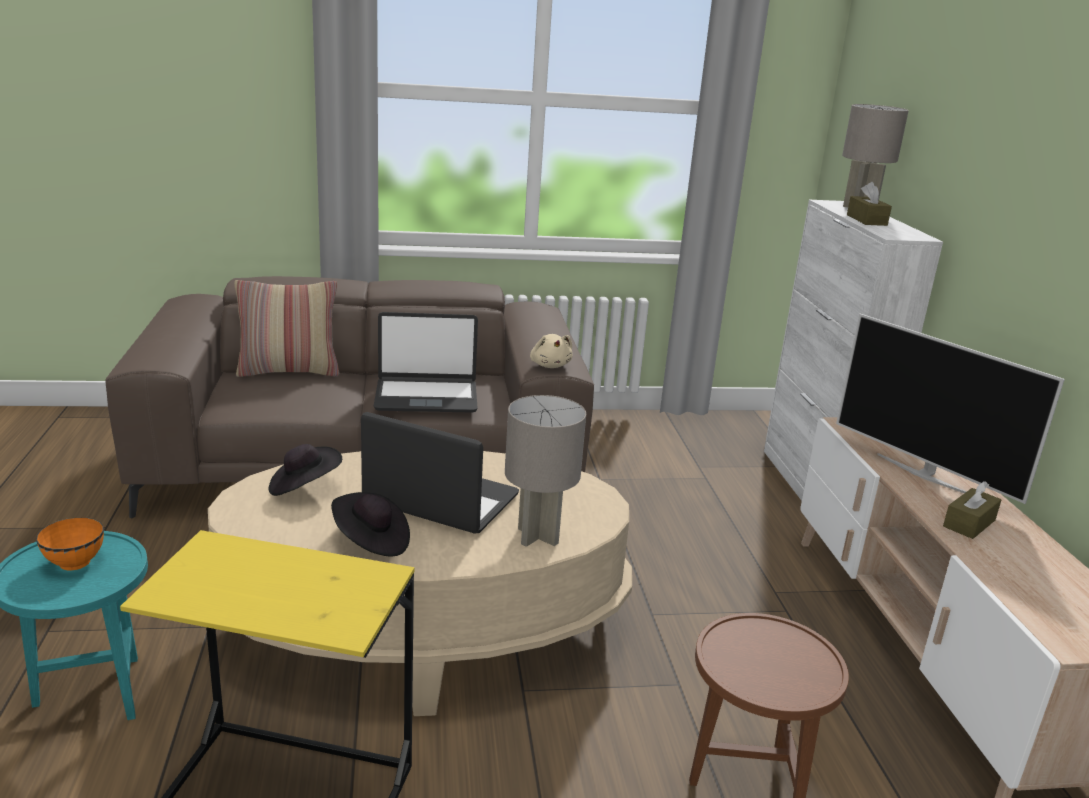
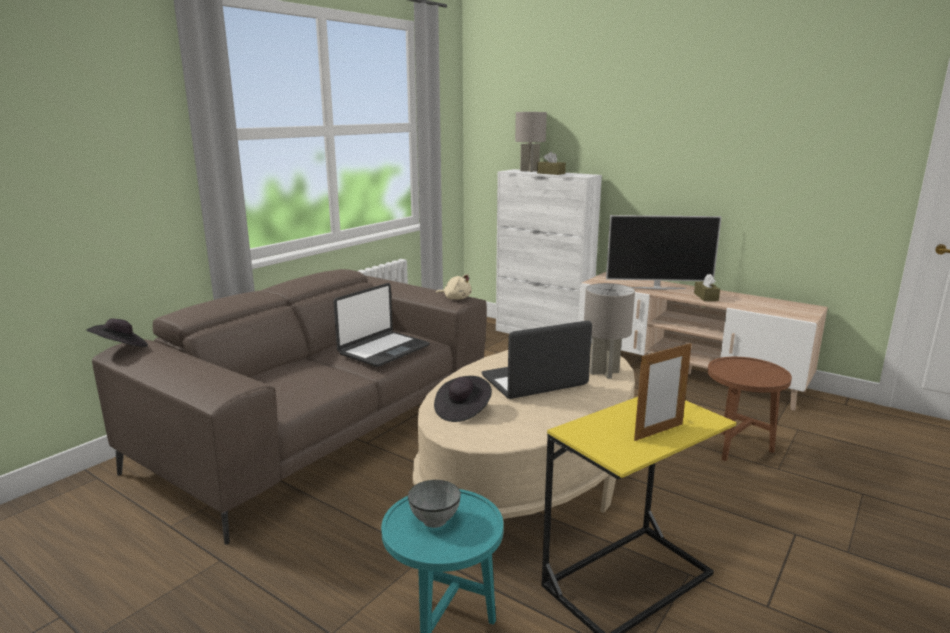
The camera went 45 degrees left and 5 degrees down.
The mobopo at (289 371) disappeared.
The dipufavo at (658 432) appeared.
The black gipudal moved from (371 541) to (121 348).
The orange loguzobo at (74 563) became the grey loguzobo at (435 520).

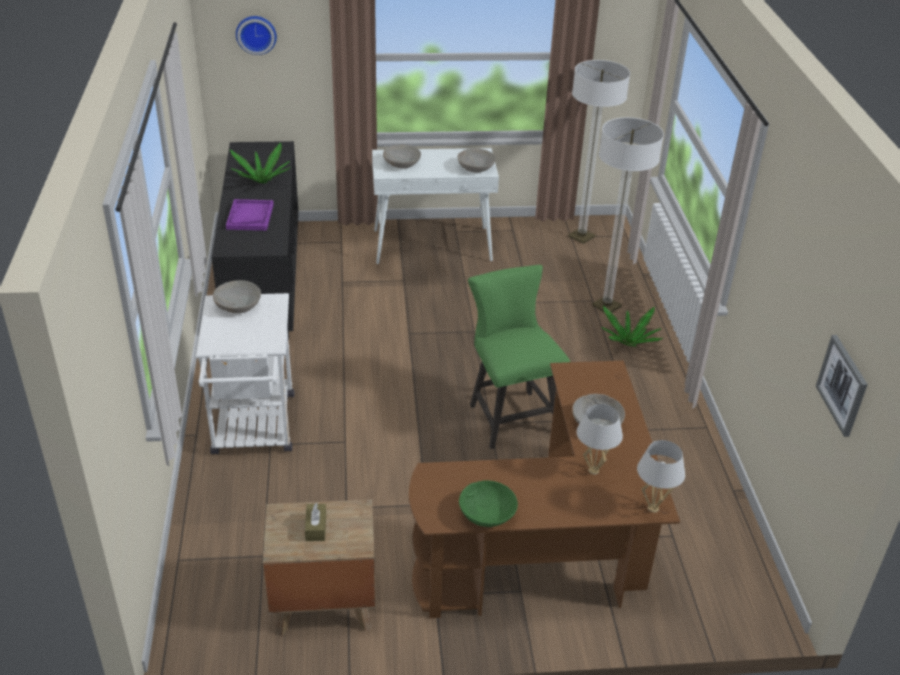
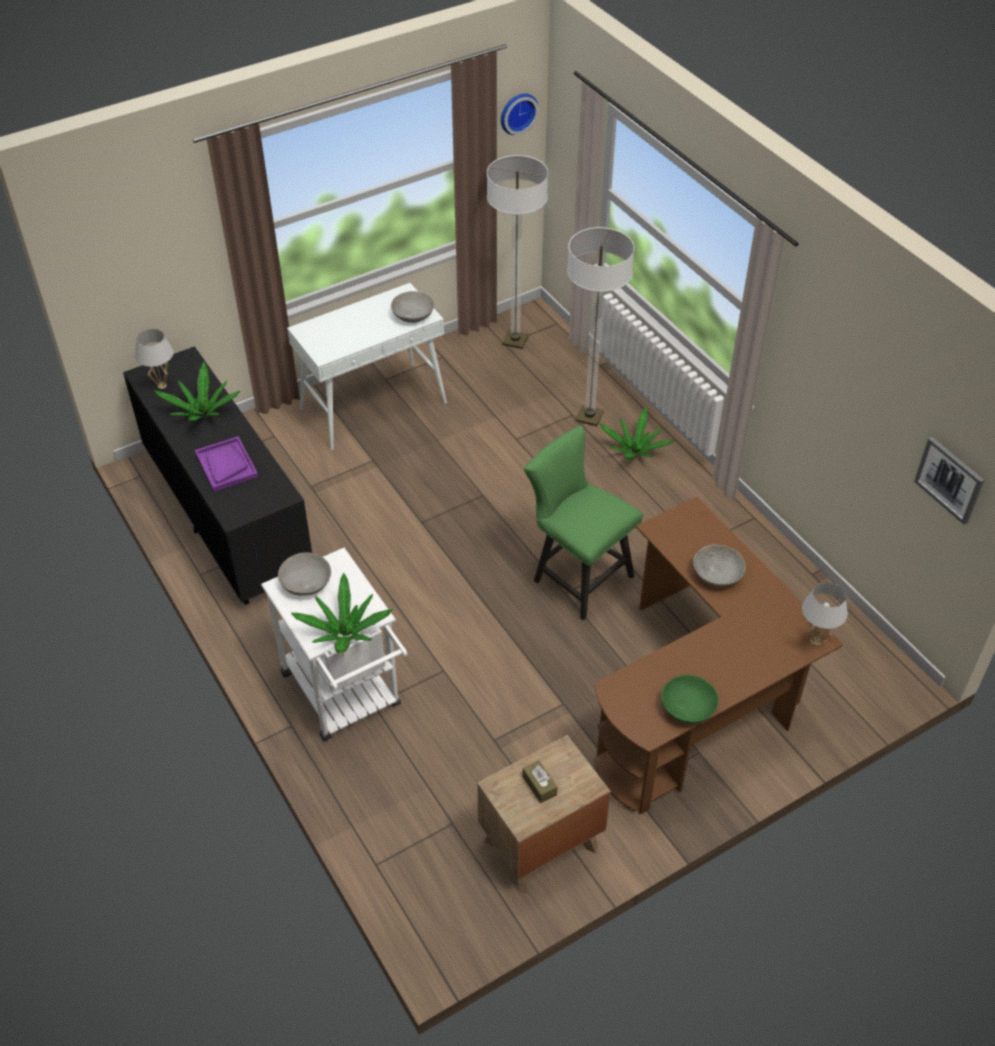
The camera went 25 degrees left and 10 degrees up.
The grey loguzobo at (402 164) disappeared.
The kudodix at (345 633) appeared.
The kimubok moved from (256 34) to (517 112).
The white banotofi moved from (593 471) to (162 386).

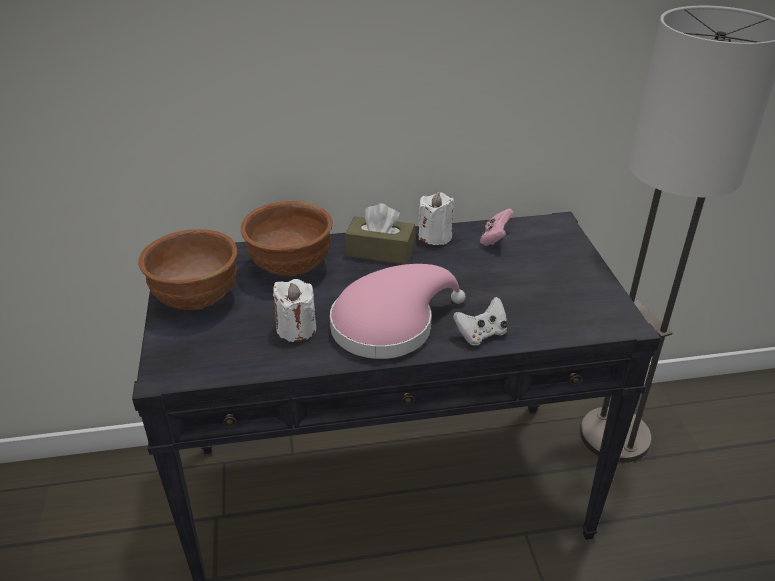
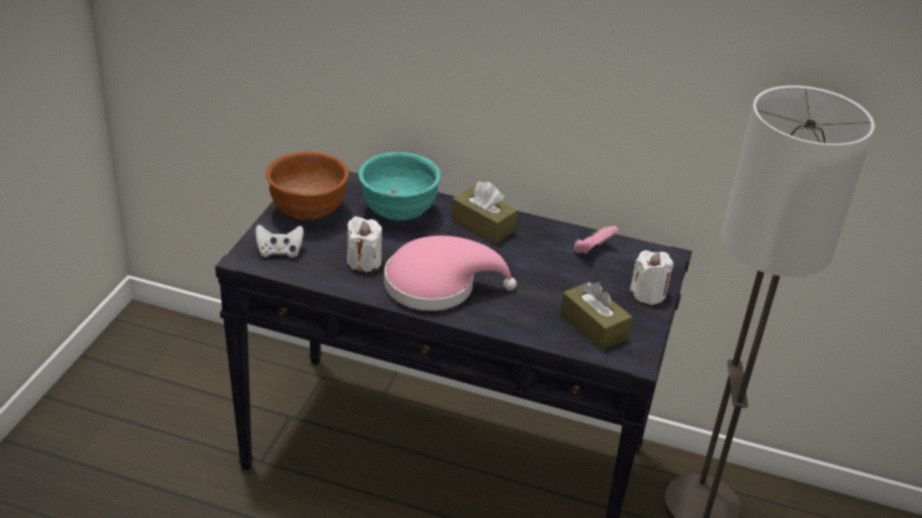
The camera went 25 degrees right and 0 degrees up.
The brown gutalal at (593 326) appeared.
The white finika moved from (435 236) to (648 294).
The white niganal moved from (481 334) to (279 252).
The brown loguzobo at (289 268) became the turquoise loguzobo at (397 212).

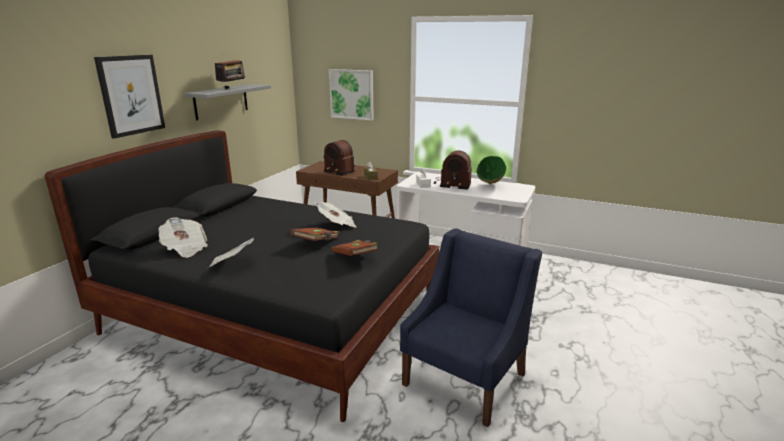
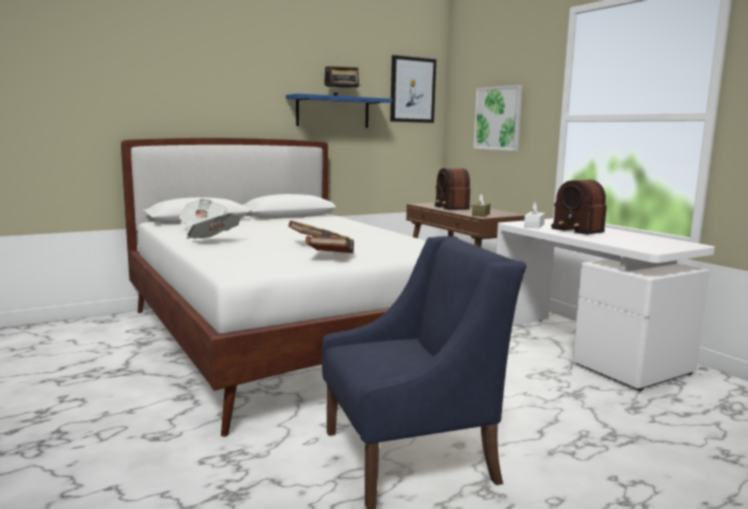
The camera went 35 degrees right and 10 degrees down.
The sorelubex at (337 225) disappeared.
The green loguzobo at (490 186) disappeared.
The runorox moved from (131 95) to (412 90).
The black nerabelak at (275 315) became the white nerabelak at (288 339).
The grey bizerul at (221 101) became the blue bizerul at (333 112).

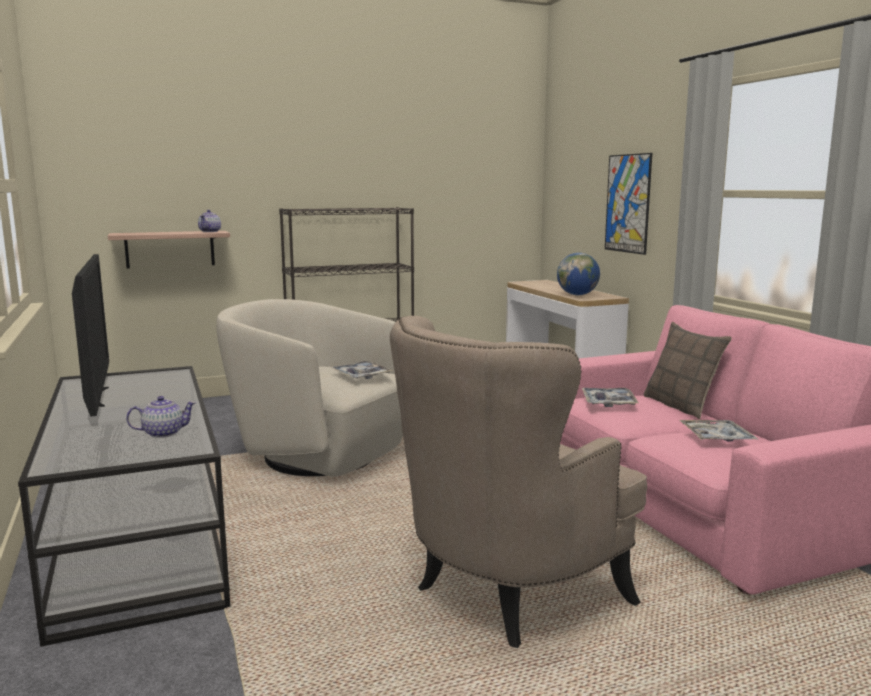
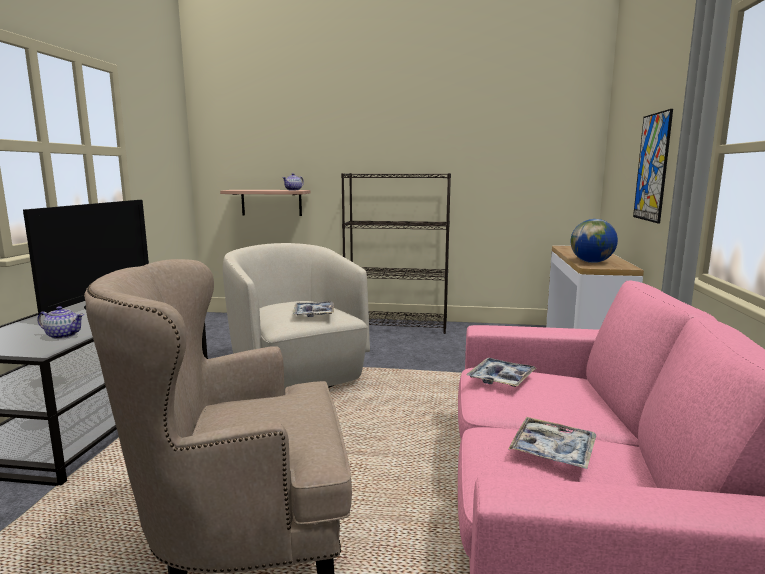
The camera went 30 degrees right and 0 degrees up.
The mobopo at (681 406) disappeared.

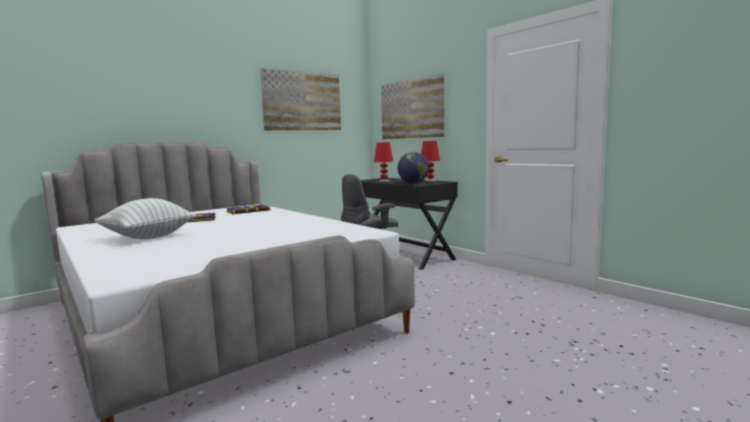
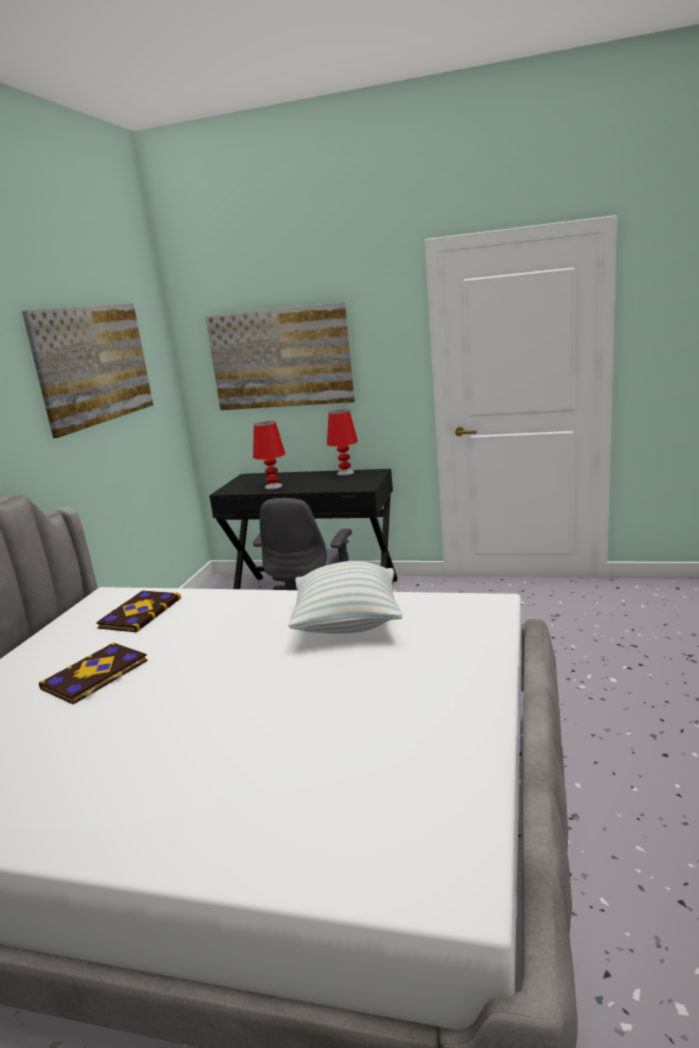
The camera went 35 degrees left and 10 degrees up.
The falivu at (413 183) disappeared.
The mobopo moved from (148 237) to (348 624).

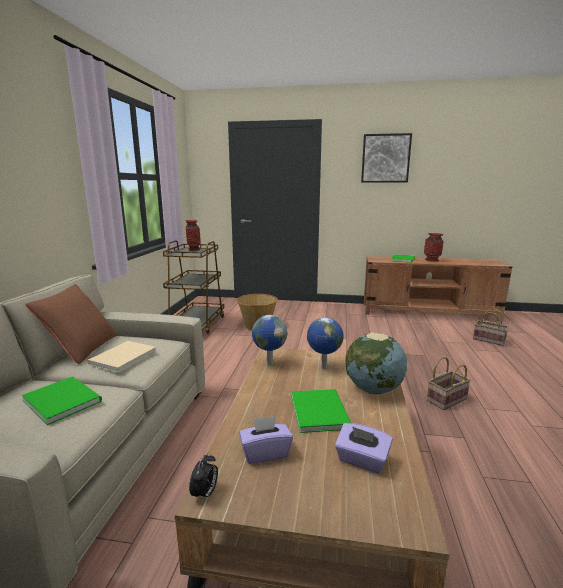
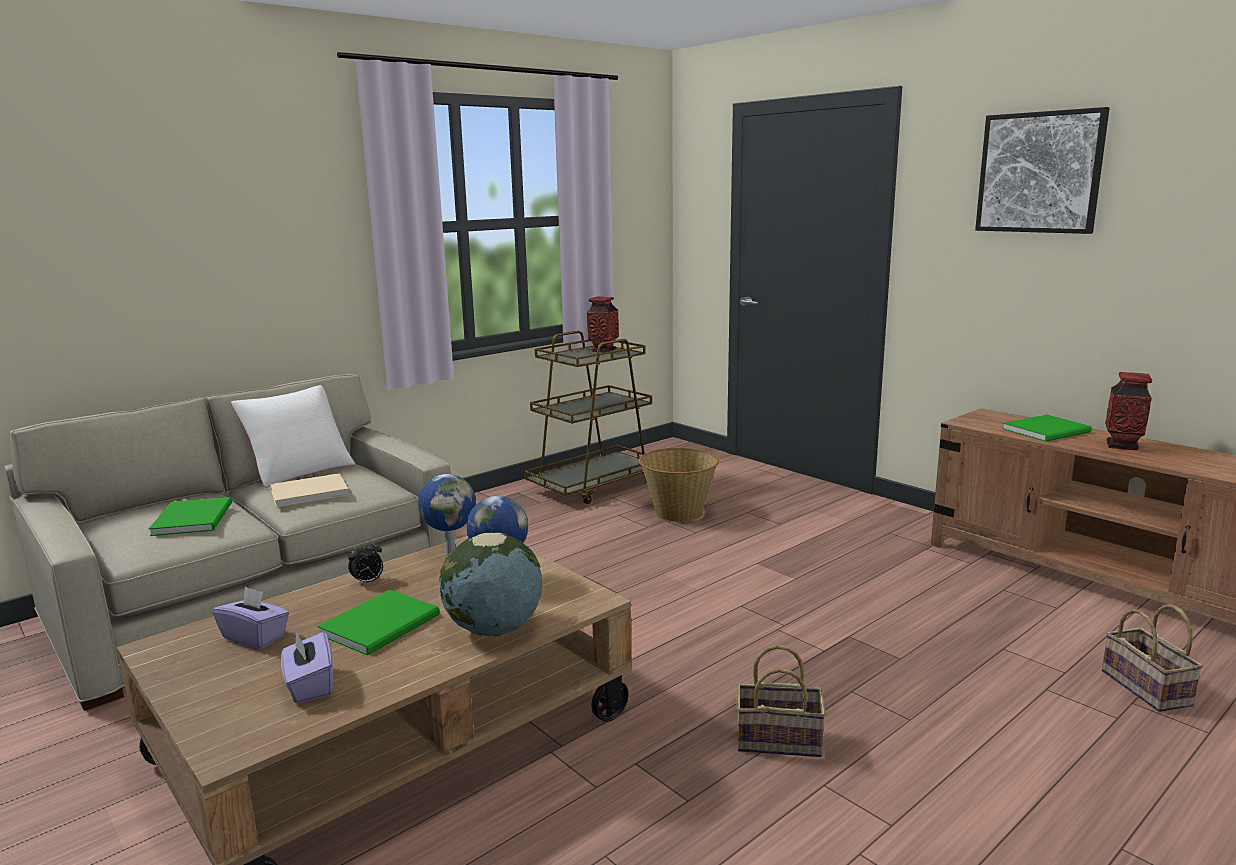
The camera went 40 degrees right and 0 degrees up.
The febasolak moved from (205 494) to (368 582).
The brown mobopo at (81 347) became the white mobopo at (299 470).

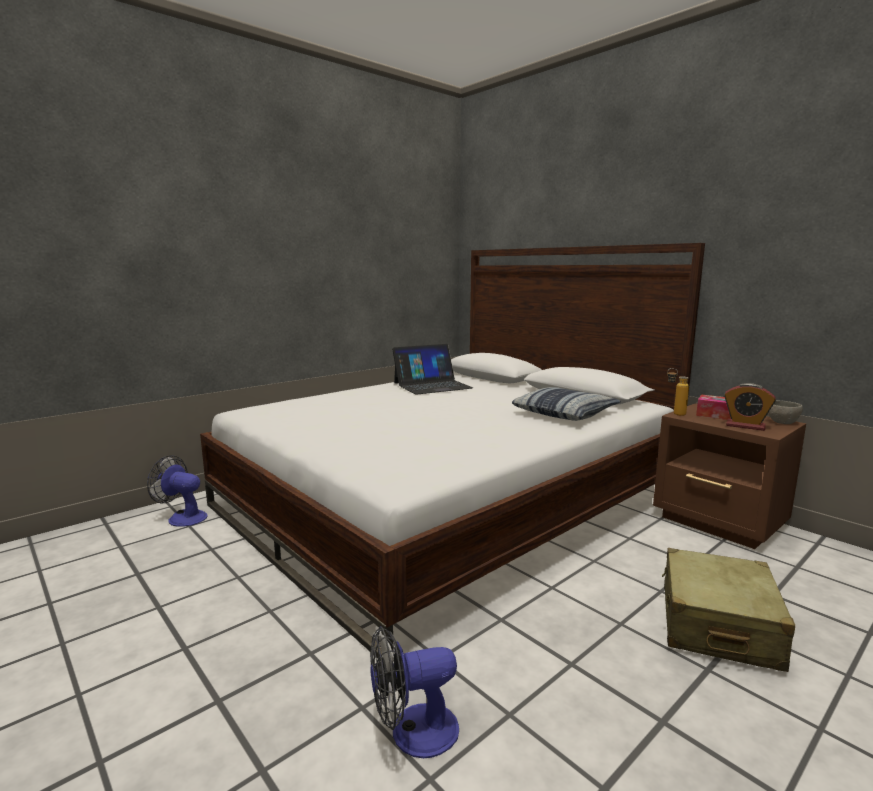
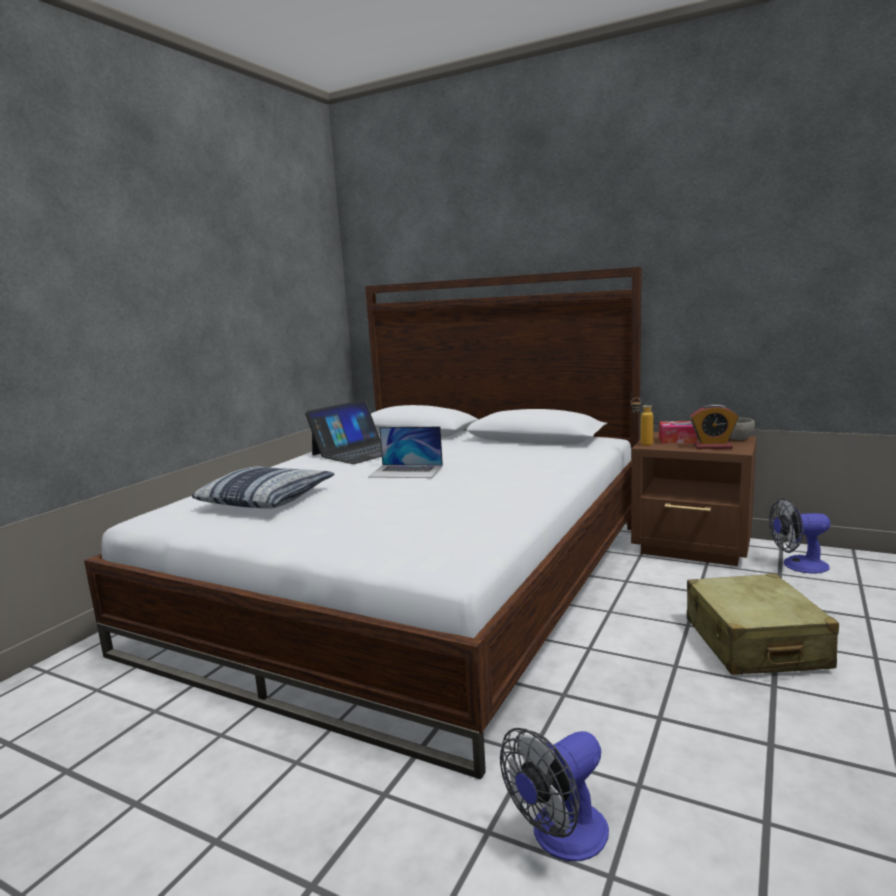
The camera went 20 degrees left and 0 degrees up.
The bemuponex at (406 471) appeared.
The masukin moved from (182 517) to (798 565).
The mobopo moved from (565 413) to (267 499).

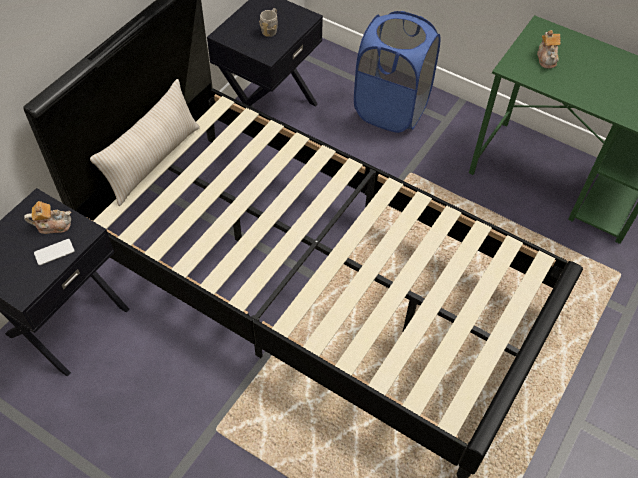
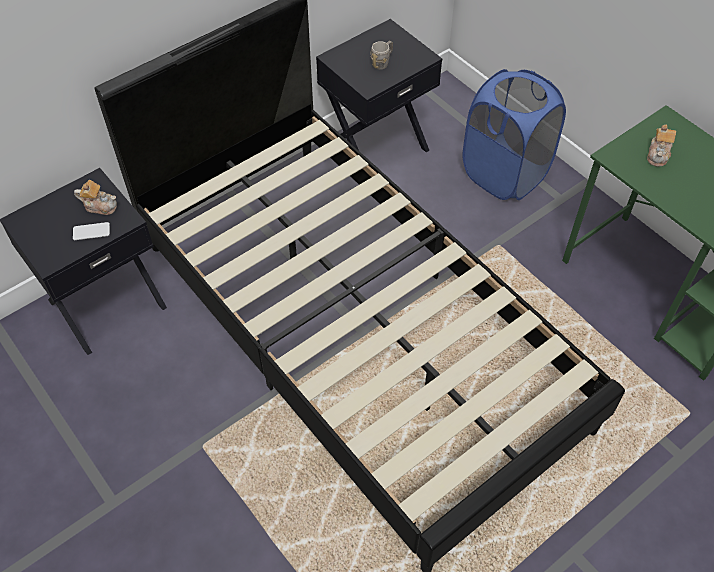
The camera went 20 degrees right and 0 degrees up.
The beige mobopo at (153 161) disappeared.

